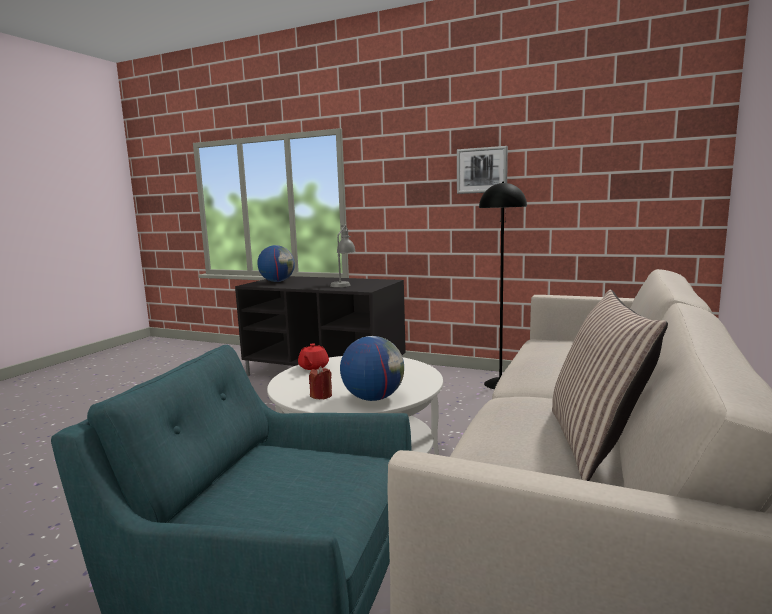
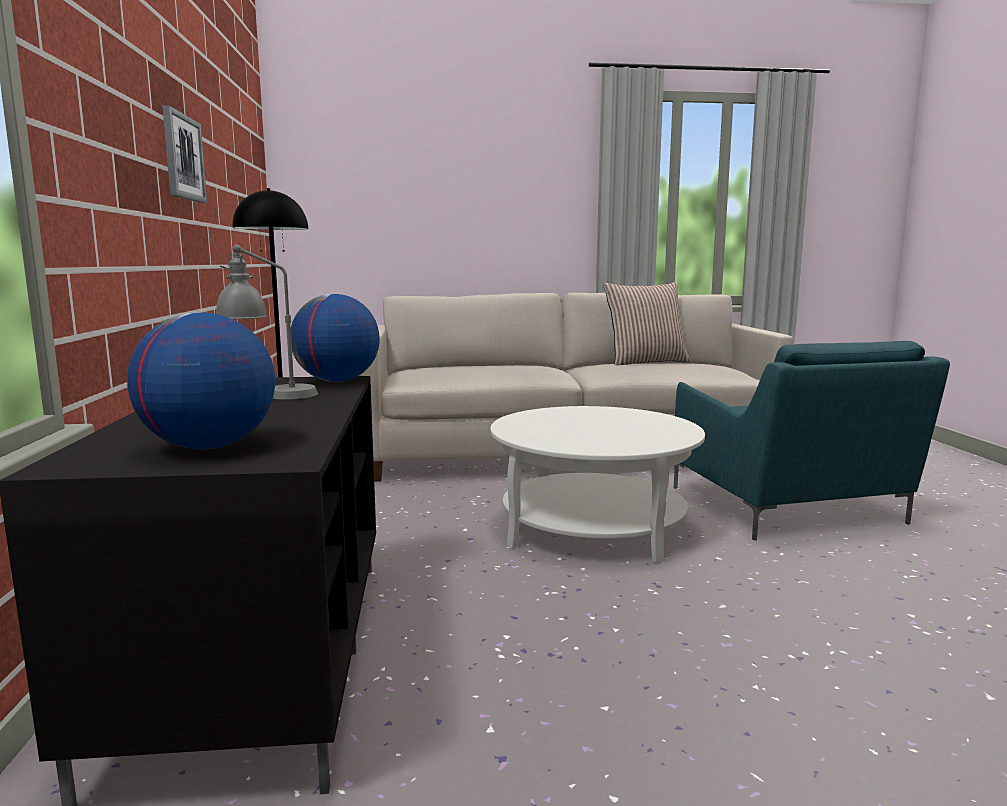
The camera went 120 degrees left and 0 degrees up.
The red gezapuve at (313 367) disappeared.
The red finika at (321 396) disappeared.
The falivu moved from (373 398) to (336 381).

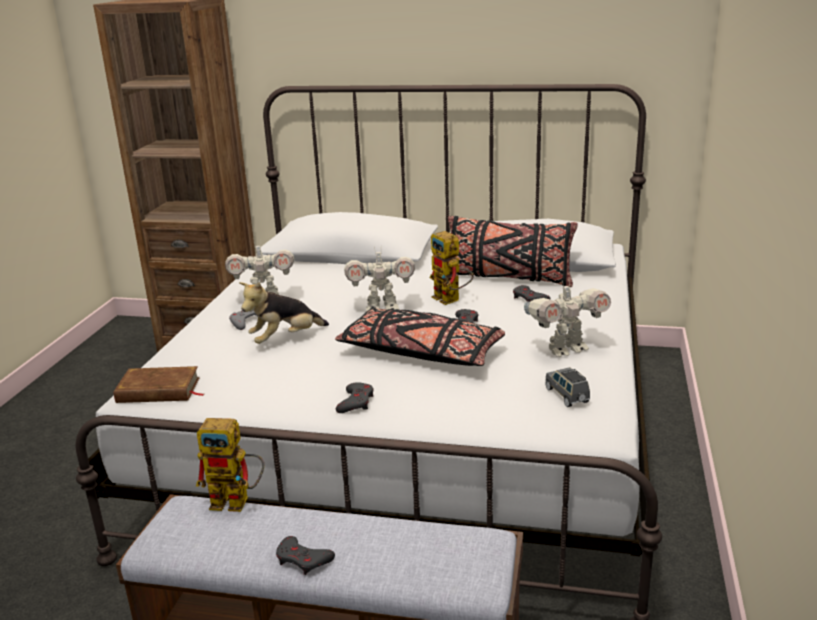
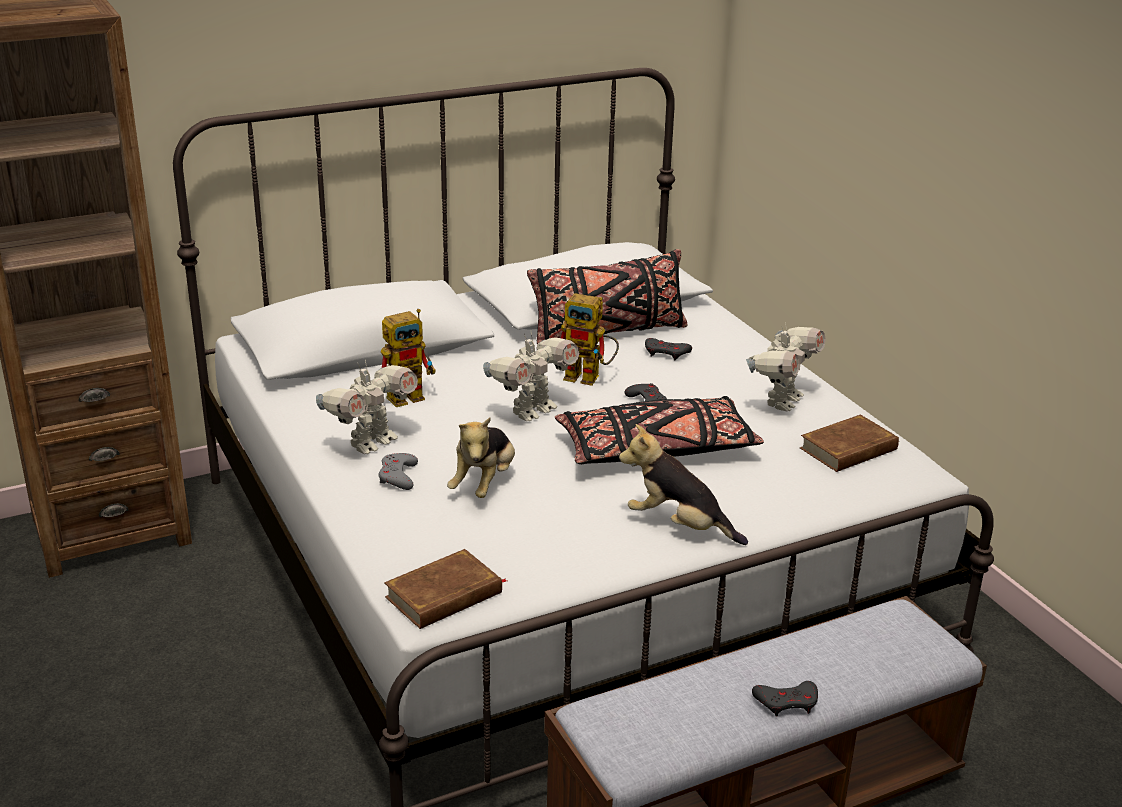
The camera went 40 degrees left and 5 degrees up.
The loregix moved from (238 501) to (411 395).
The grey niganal at (356 402) was replaced by the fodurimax at (678 526).
The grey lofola at (567 396) was replaced by the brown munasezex at (849 449).

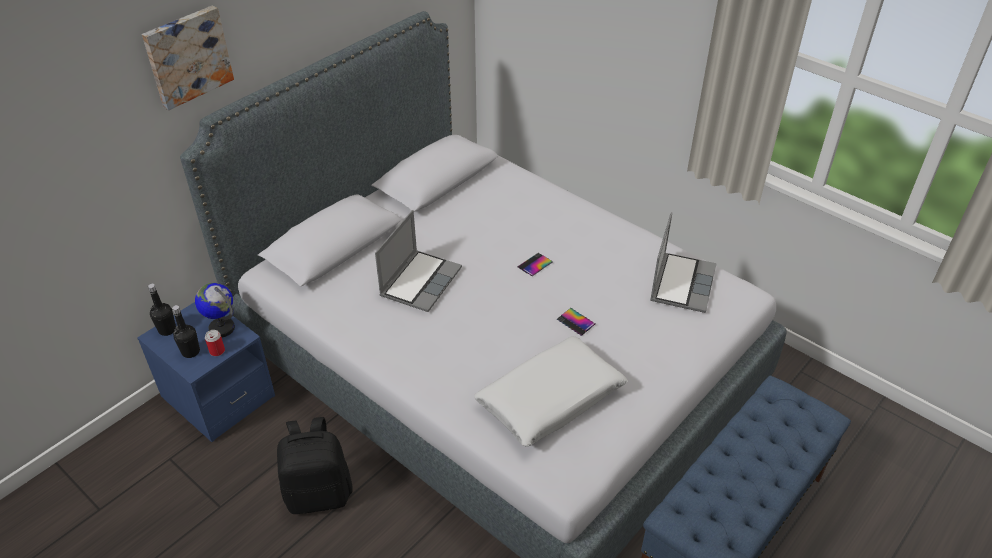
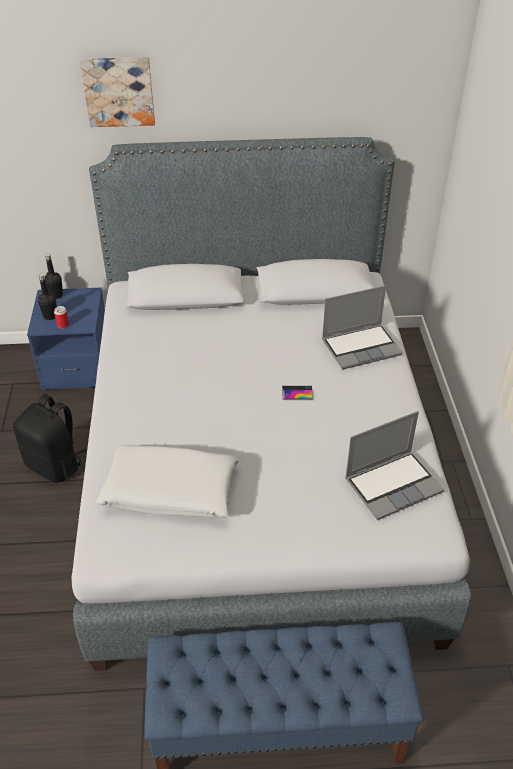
The camera went 45 degrees right and 0 degrees up.
The falivu at (222 328) disappeared.
The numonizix at (576 322) disappeared.
The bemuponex moved from (420 281) to (361 347).

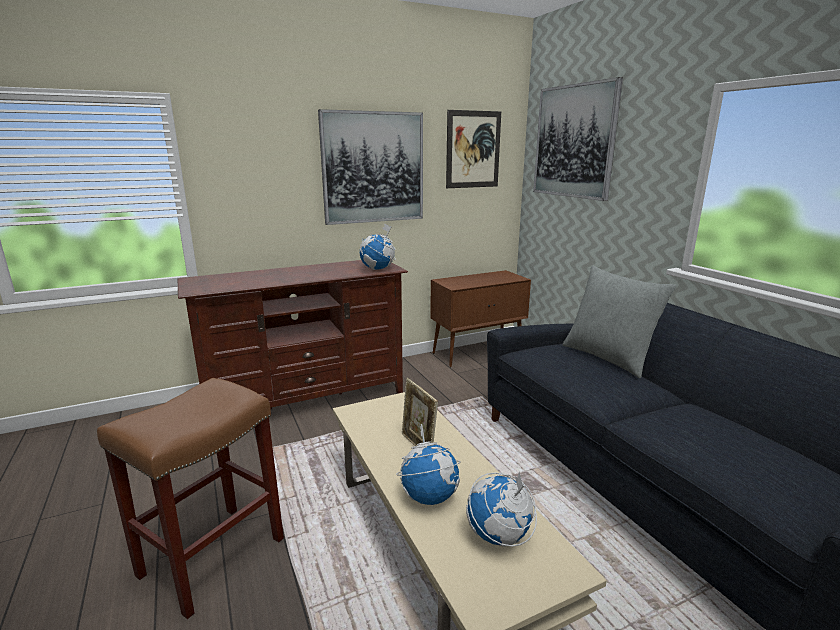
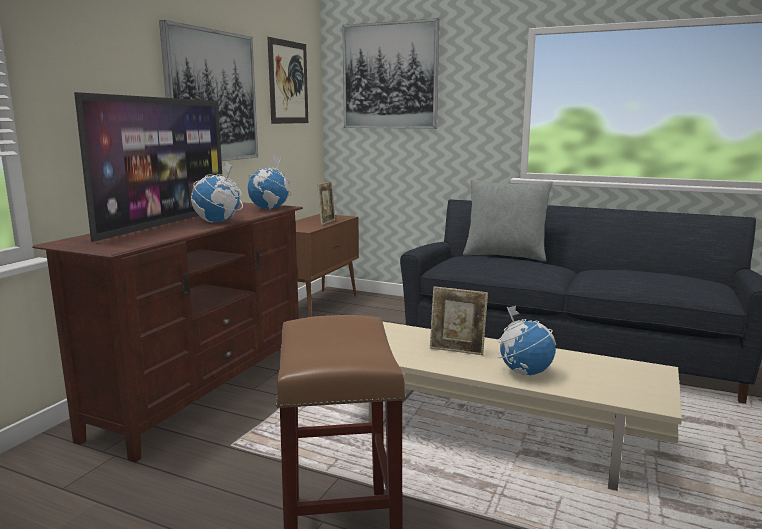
The camera went 40 degrees left and 5 degrees down.
The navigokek at (165 223) appeared.
The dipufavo at (327 222) appeared.
The falivu moved from (498 536) to (218 222).

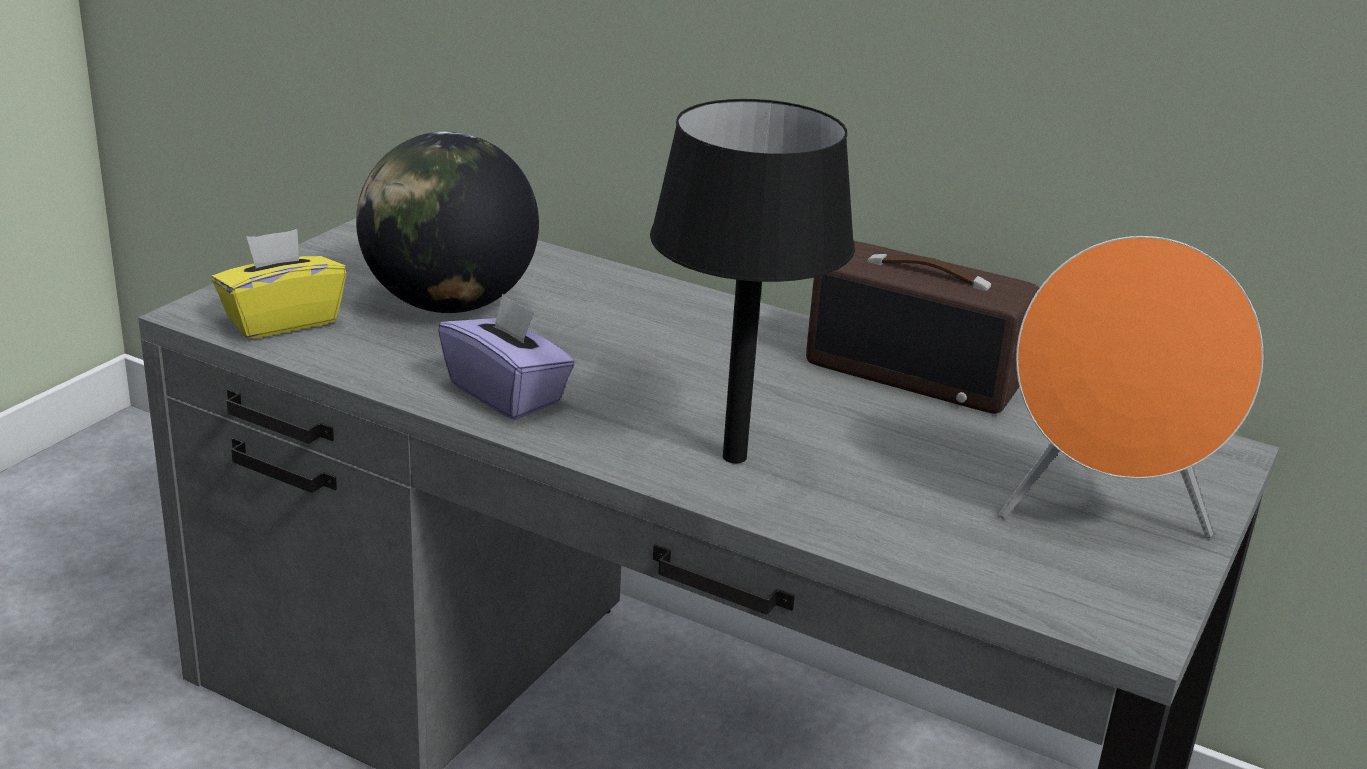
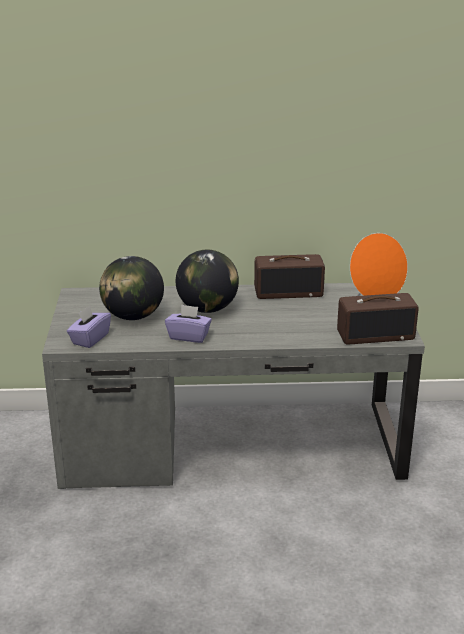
The camera went 30 degrees left and 0 degrees up.
The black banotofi at (735 457) disappeared.
The falivu at (207 309) appeared.
The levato at (376 335) appeared.
The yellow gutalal at (281 321) became the purple gutalal at (90 339).

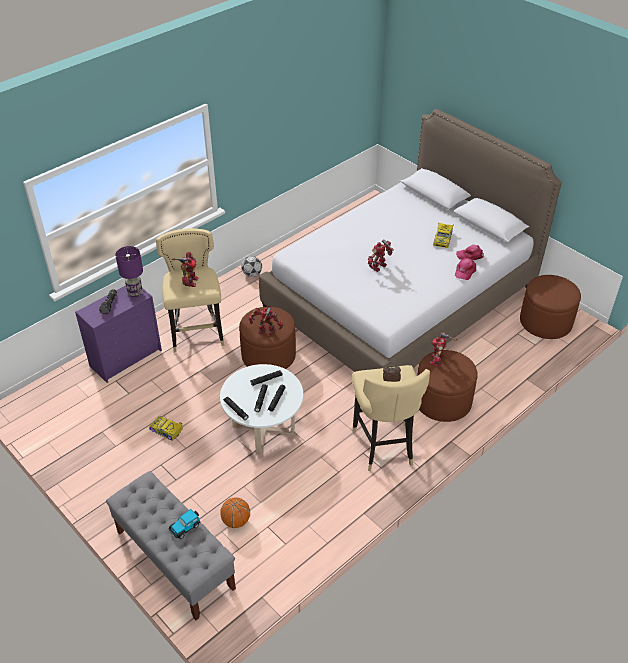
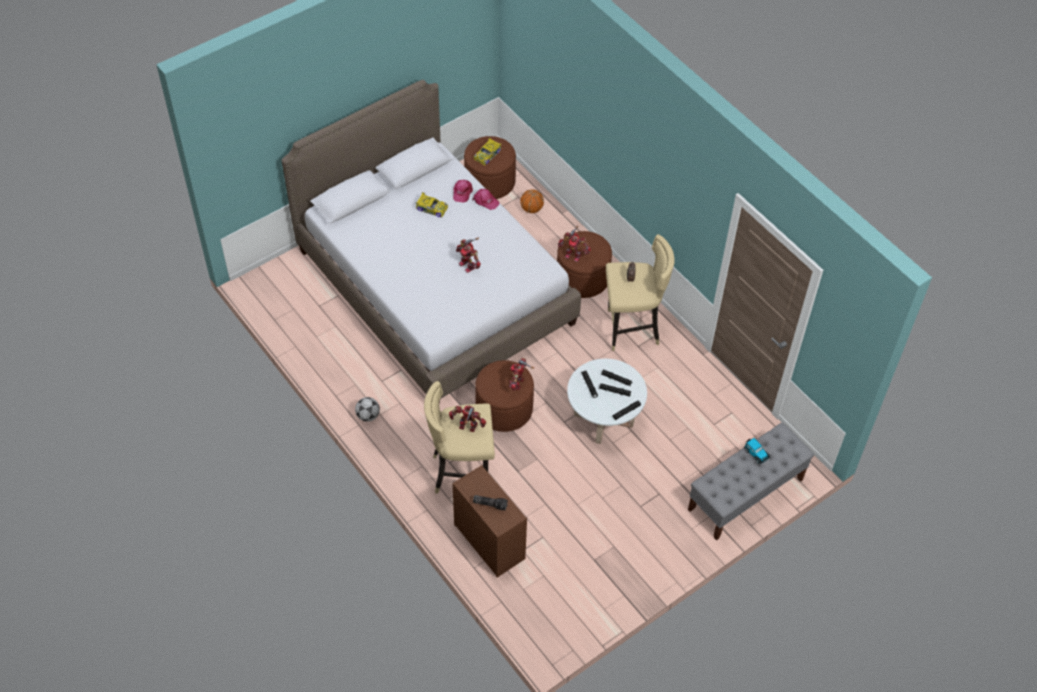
The camera went 85 degrees left and 10 degrees up.
The purple banotofi at (135 293) disappeared.
The lofola moved from (166 430) to (487 154).
The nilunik moved from (236 521) to (531 209).
The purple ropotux at (126 357) became the brown ropotux at (488 541).

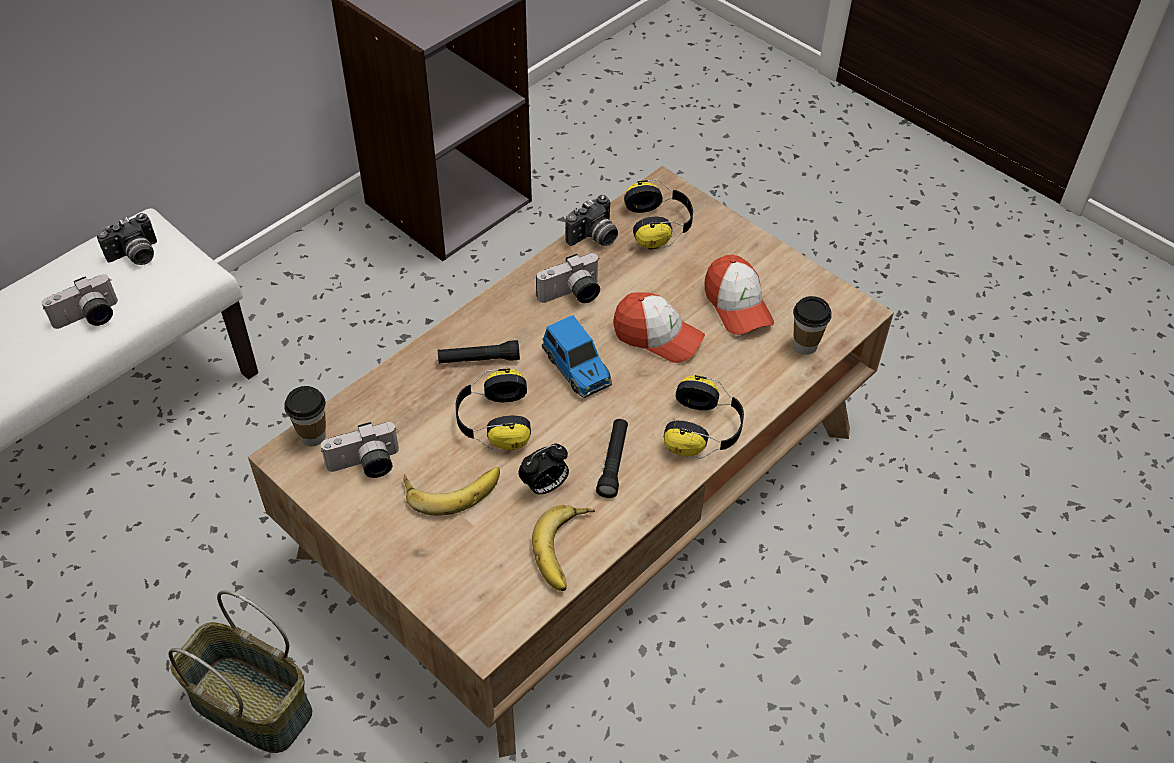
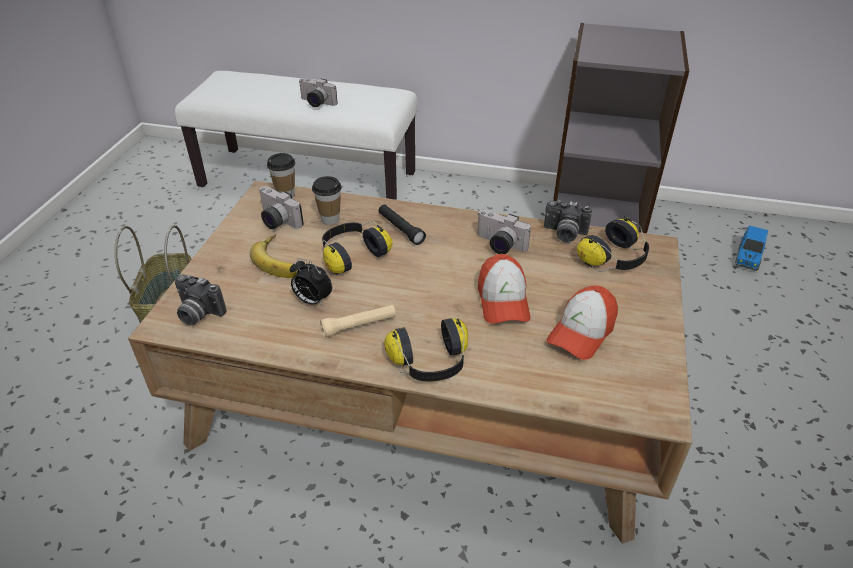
The camera went 60 degrees right and 10 degrees down.
The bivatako at (567 550) disappeared.
The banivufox moved from (135 256) to (197 314).
The lofola moved from (577 369) to (748 257).
The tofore moved from (805 345) to (330 219).
The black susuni at (613 463) became the beige susuni at (359 326).

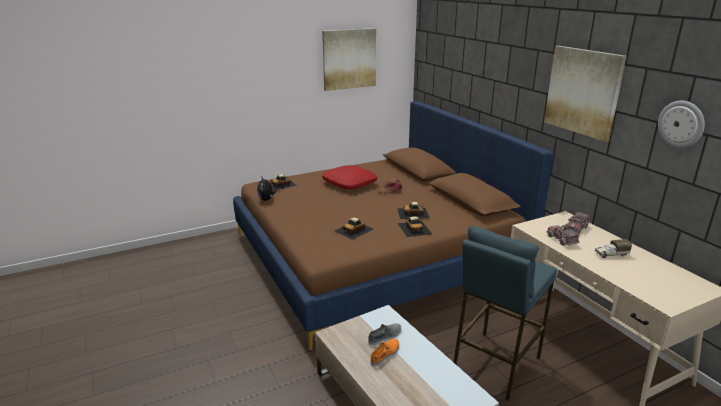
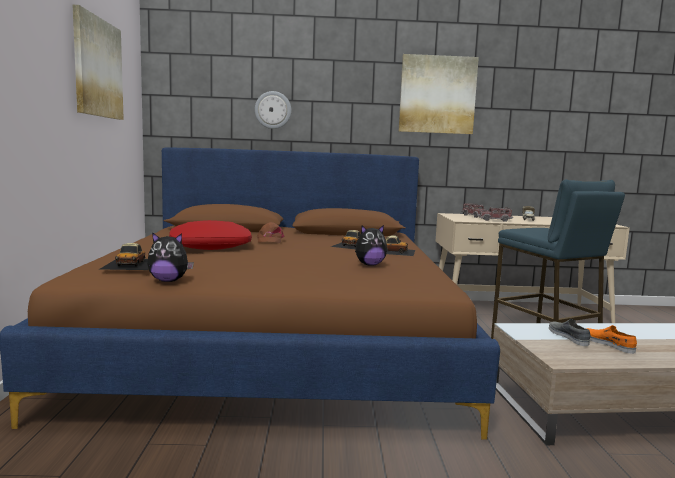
The camera went 65 degrees left and 15 degrees down.
The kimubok moved from (681 124) to (273 110).
The lofola at (354 230) was replaced by the fodurimax at (369 265).

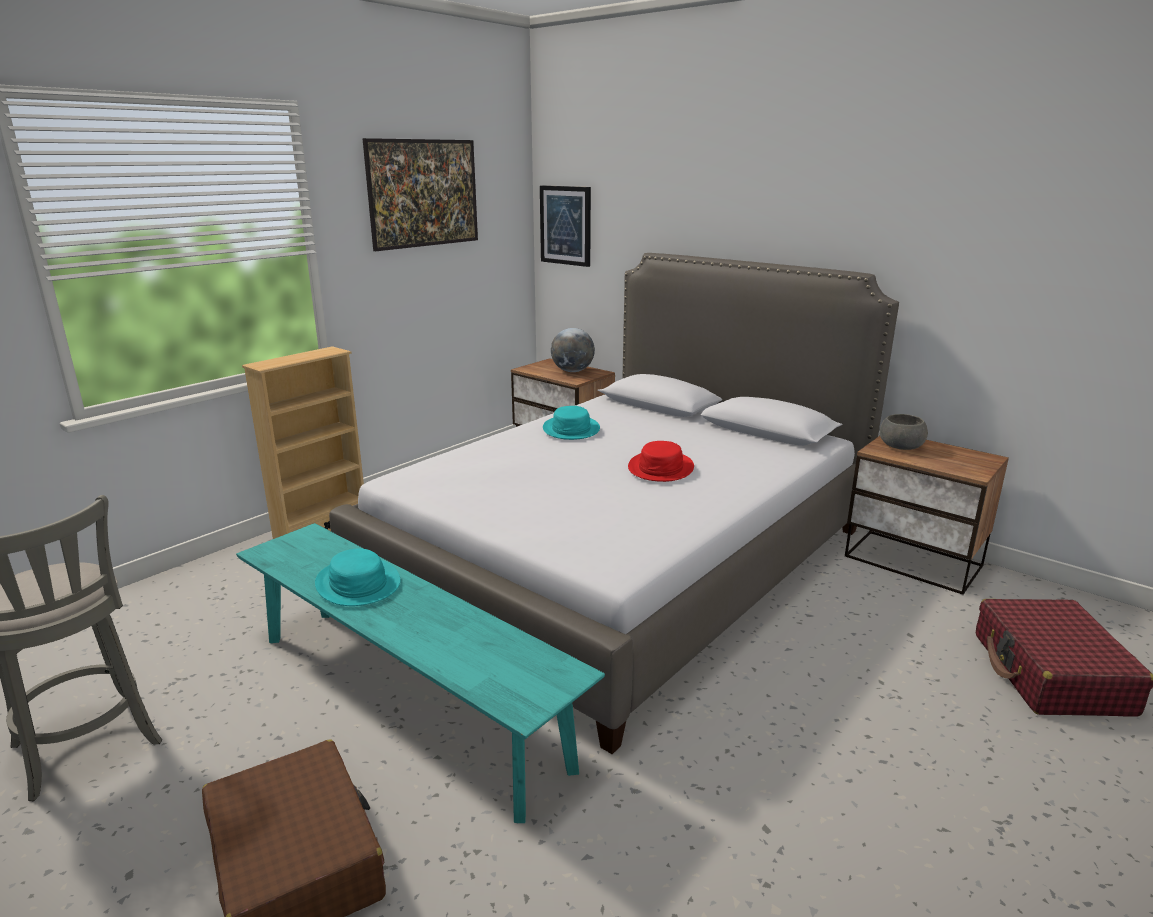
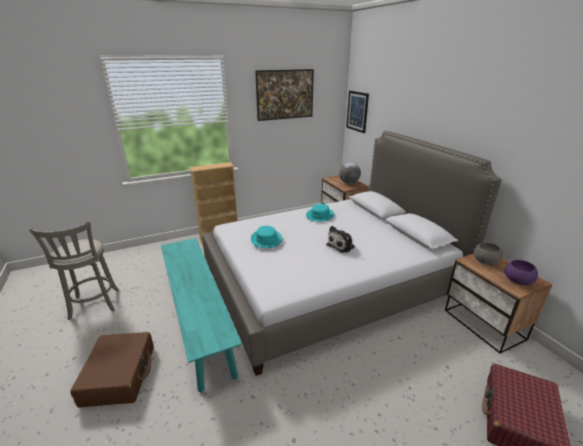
The camera went 25 degrees right and 5 degrees up.
The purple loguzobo at (517 280) appeared.
The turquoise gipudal moved from (357 583) to (266 239).
The red gipudal at (661 468) was replaced by the fodurimax at (342 245).

